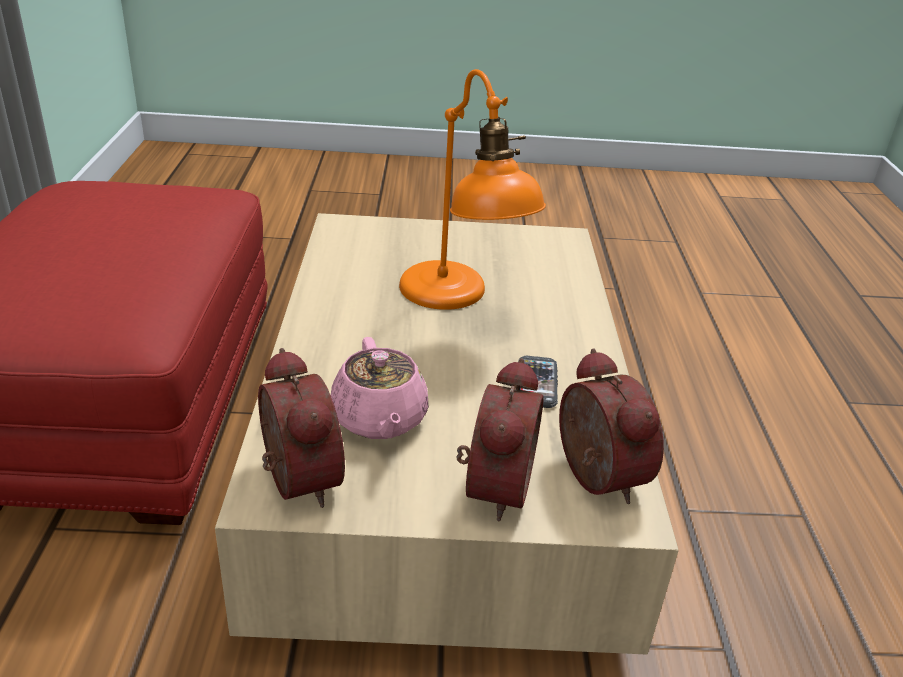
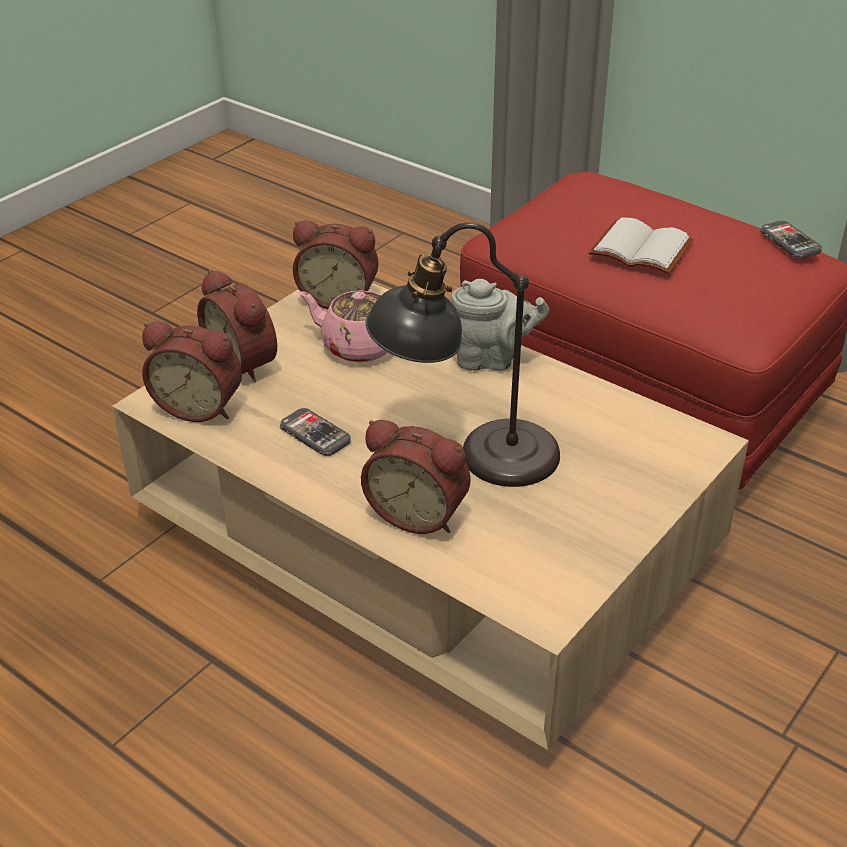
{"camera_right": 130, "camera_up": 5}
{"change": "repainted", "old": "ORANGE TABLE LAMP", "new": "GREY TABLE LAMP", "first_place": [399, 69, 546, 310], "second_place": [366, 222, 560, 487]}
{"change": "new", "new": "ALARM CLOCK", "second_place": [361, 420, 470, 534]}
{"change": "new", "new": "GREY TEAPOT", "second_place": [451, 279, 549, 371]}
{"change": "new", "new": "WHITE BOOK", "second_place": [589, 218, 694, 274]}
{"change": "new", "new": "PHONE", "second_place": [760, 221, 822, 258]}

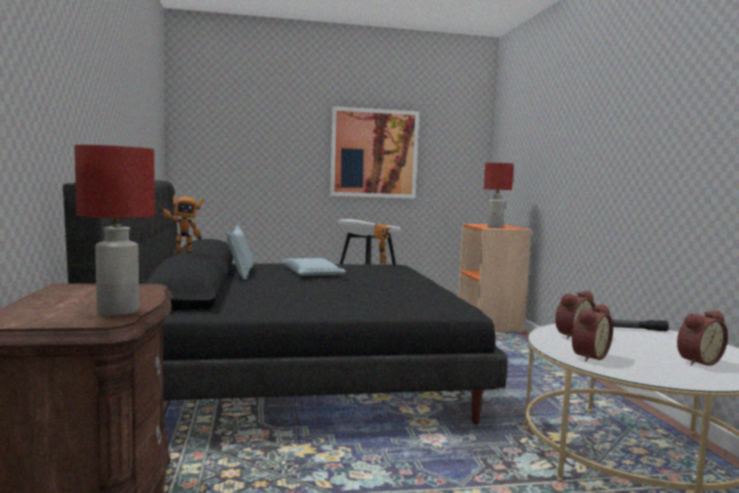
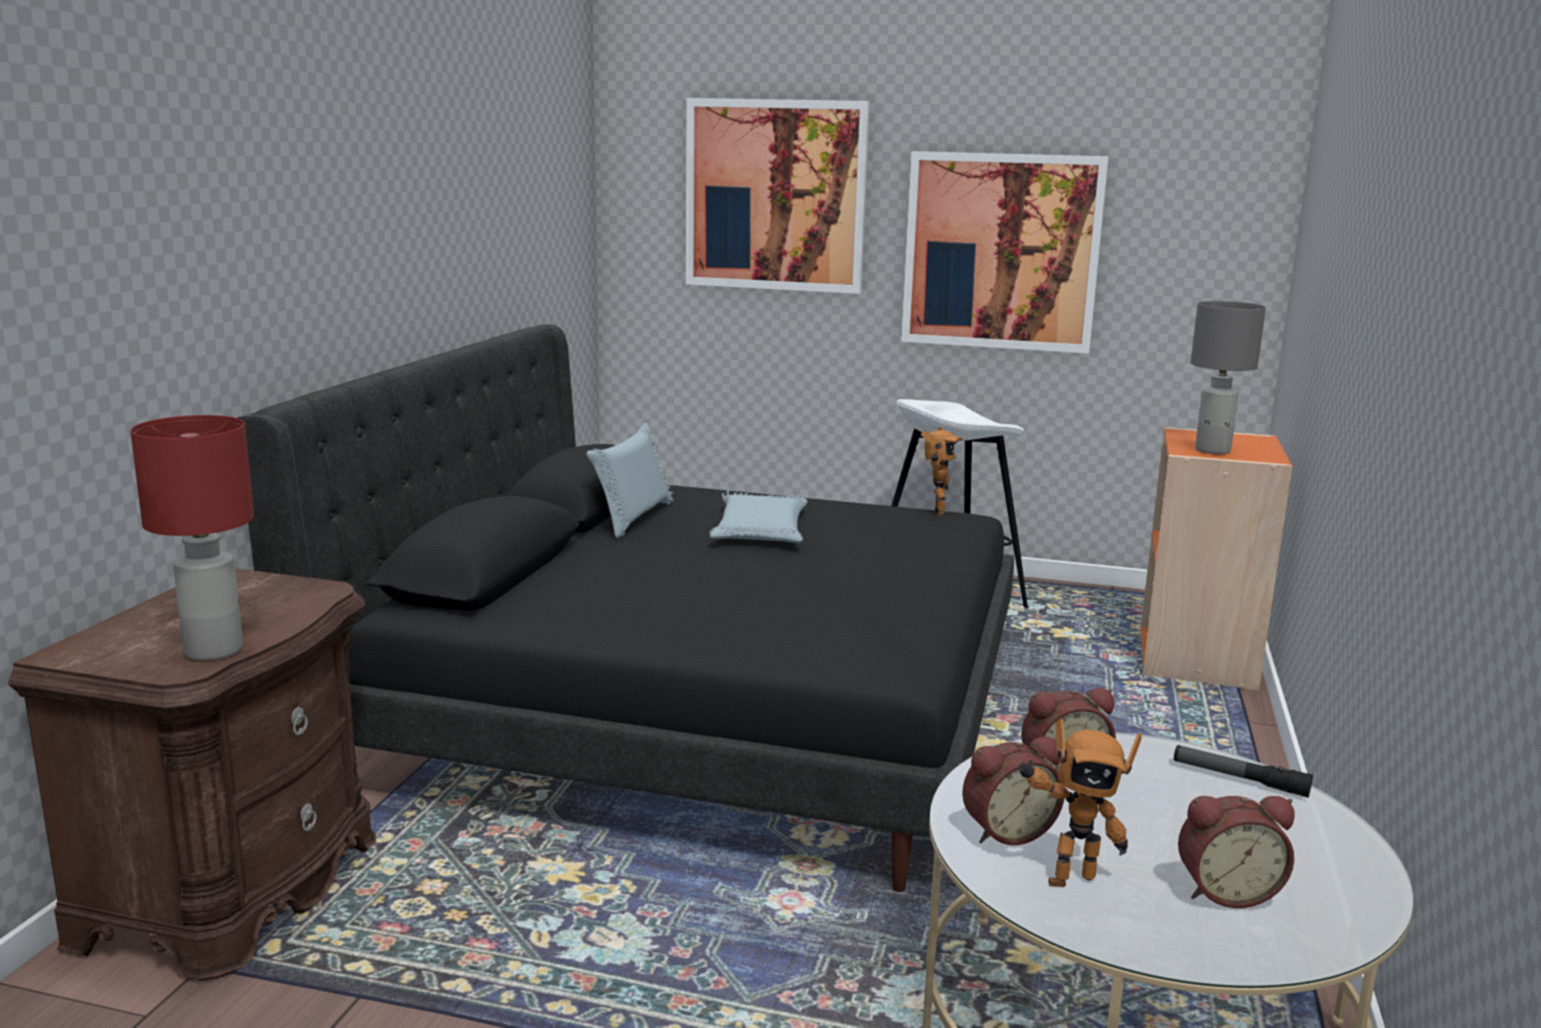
{"camera_right": 25, "camera_up": 10}
{"change": "shifted", "old": "TOY ROBOT", "first_place": [158, 195, 204, 254], "second_place": [1016, 718, 1142, 887]}
{"change": "repainted", "old": "RED TABLE LAMP", "new": "GREY TABLE LAMP", "first_place": [484, 163, 514, 228], "second_place": [1191, 301, 1266, 454]}
{"change": "new", "new": "PICTURE", "second_place": [686, 98, 870, 294]}

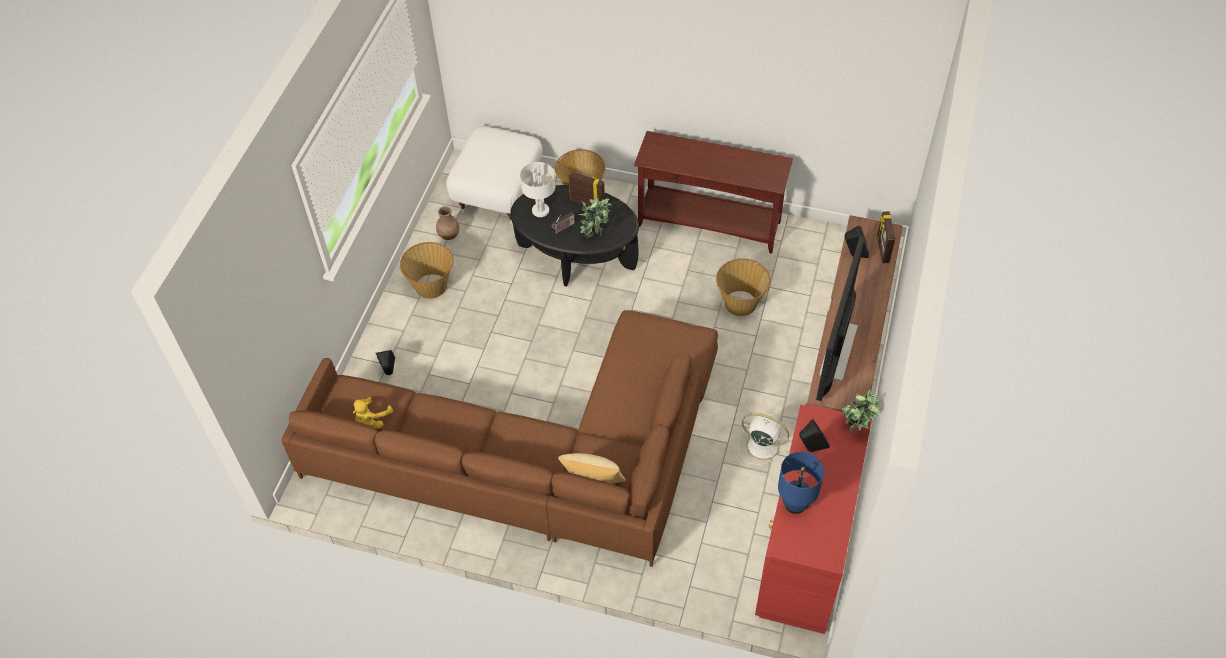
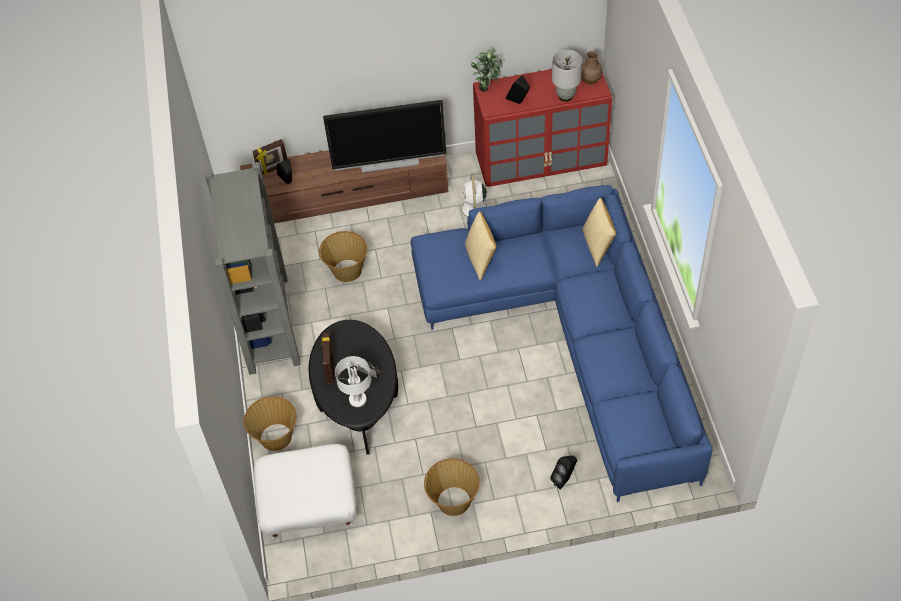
{"camera_right": -115, "camera_up": 0}
{"change": "repainted", "old": "BROWN SOFA", "new": "BLUE SOFA", "first_place": [281, 310, 718, 567], "second_place": [411, 185, 713, 502]}
{"change": "gone", "old": "YELLOW PLUSH TOY", "first_place": [353, 397, 393, 429]}
{"change": "shifted", "old": "BROWN VASE", "first_place": [436, 206, 460, 240], "second_place": [581, 51, 602, 84]}
{"change": "gone", "old": "POTTED PLANT", "first_place": [579, 198, 612, 239]}
{"change": "swapped", "old": "BROWN CONSOLE TABLE", "new": "GREY BOOKCASE", "first_place": [634, 131, 793, 254], "second_place": [205, 162, 301, 375]}
{"change": "repainted", "old": "BLUE TABLE LAMP", "new": "WHITE TABLE LAMP", "first_place": [778, 452, 824, 514], "second_place": [552, 50, 582, 102]}
{"change": "new", "new": "PILLOW", "second_place": [465, 212, 497, 281]}

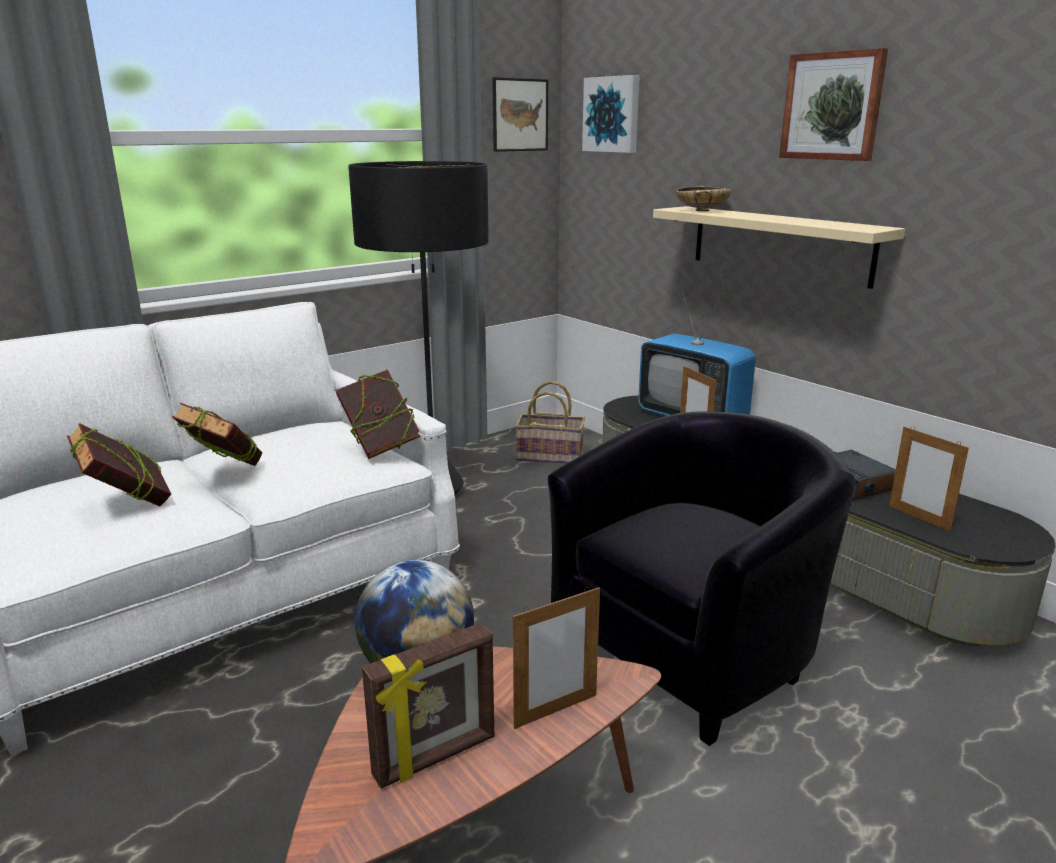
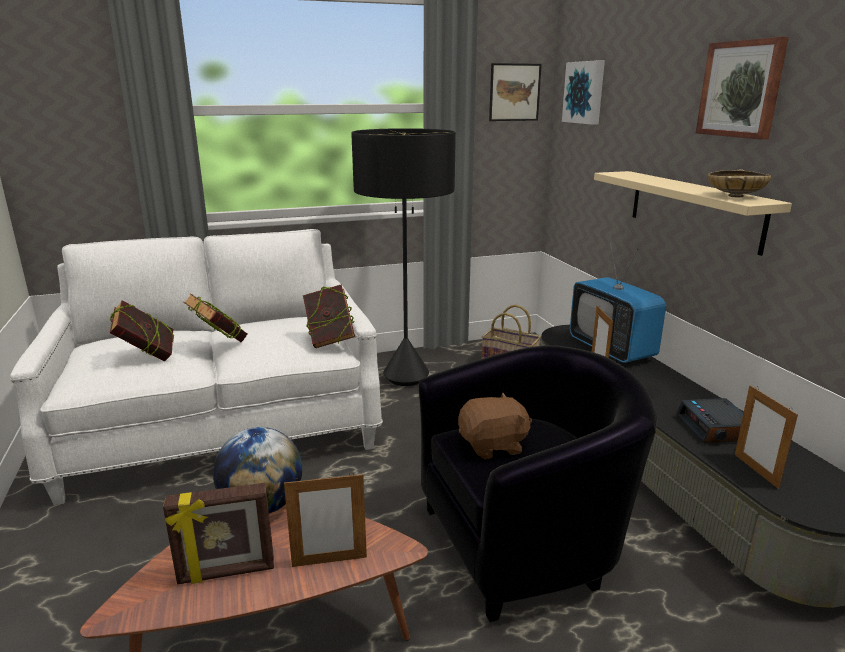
{"camera_right": 20, "camera_up": 0}
{"change": "shifted", "old": "BEIGE BOWL", "first_place": [676, 186, 731, 212], "second_place": [708, 169, 771, 197]}
{"change": "new", "new": "BROWN PLUSH TOY", "second_place": [458, 393, 532, 459]}

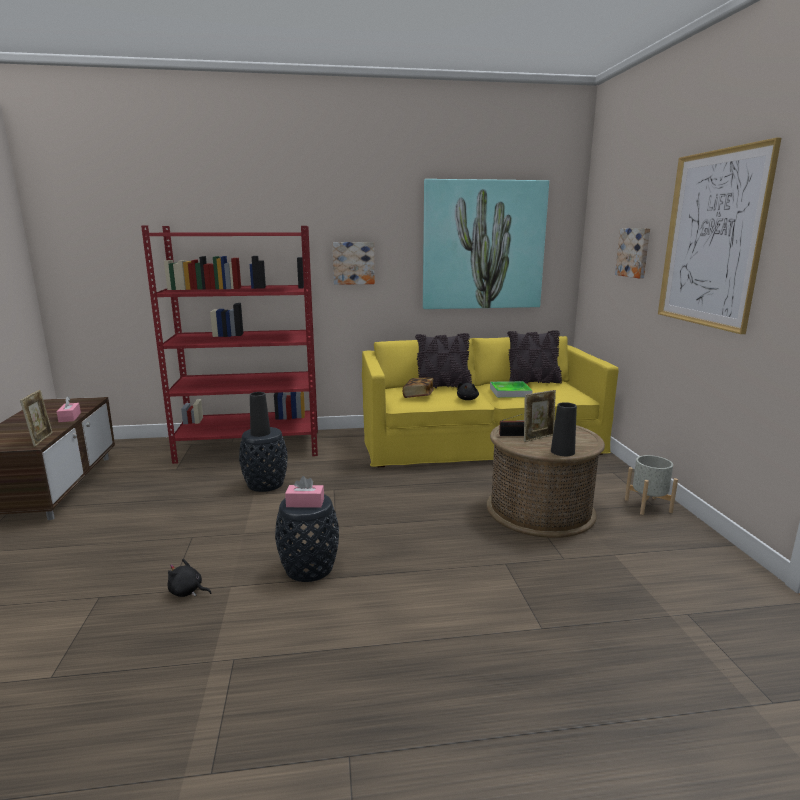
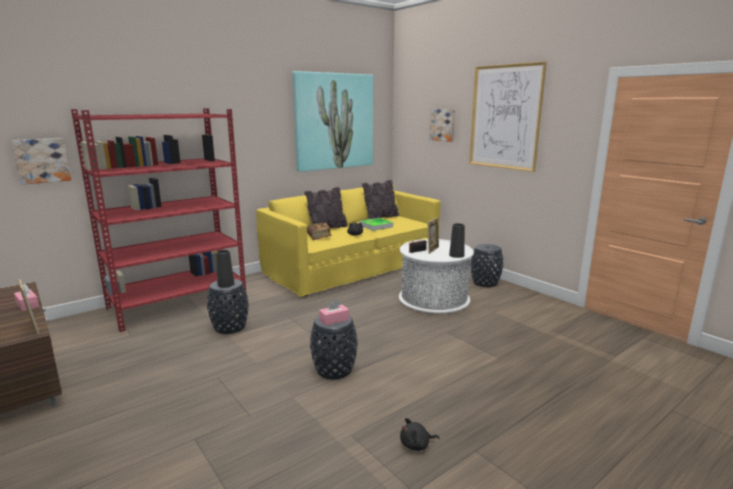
{"camera_right": -30, "camera_up": 0}
{"change": "shifted", "old": "BLACK PLUSH TOY", "first_place": [167, 559, 211, 597], "second_place": [400, 418, 439, 451]}
{"change": "shifted", "old": "PICTURE", "first_place": [332, 242, 375, 285], "second_place": [11, 138, 71, 185]}
{"change": "repainted", "old": "BROWN COFFEE TABLE", "new": "WHITE COFFEE TABLE", "first_place": [487, 420, 605, 538], "second_place": [399, 239, 474, 314]}
{"change": "swapped", "old": "GREY PLANTER", "new": "BLACK STOOL", "first_place": [625, 455, 678, 515], "second_place": [471, 244, 503, 287]}

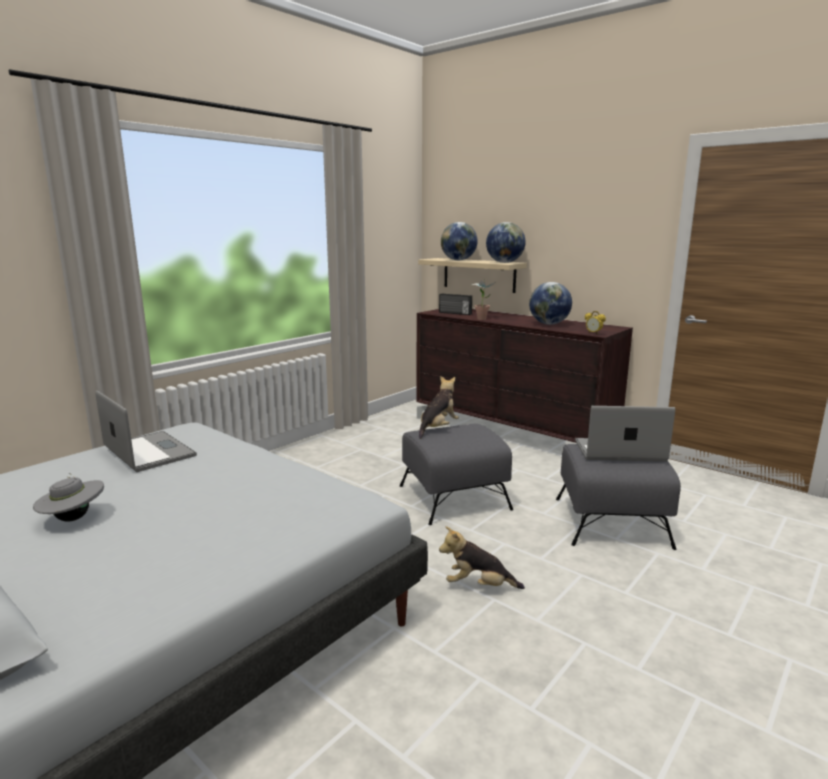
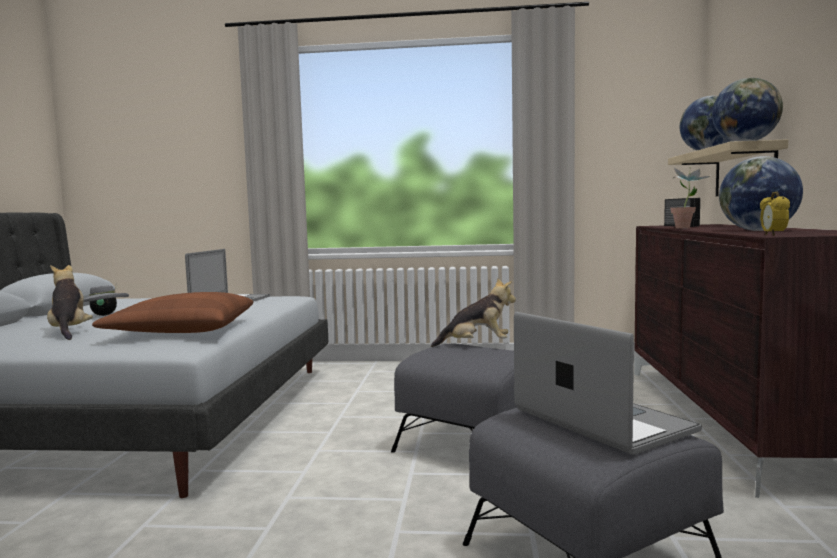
{"camera_right": 55, "camera_up": -10}
{"change": "shifted", "old": "PLUSH TOY", "first_place": [439, 526, 525, 589], "second_place": [47, 265, 93, 340]}
{"change": "new", "new": "BROWN PILLOW", "second_place": [92, 292, 253, 333]}

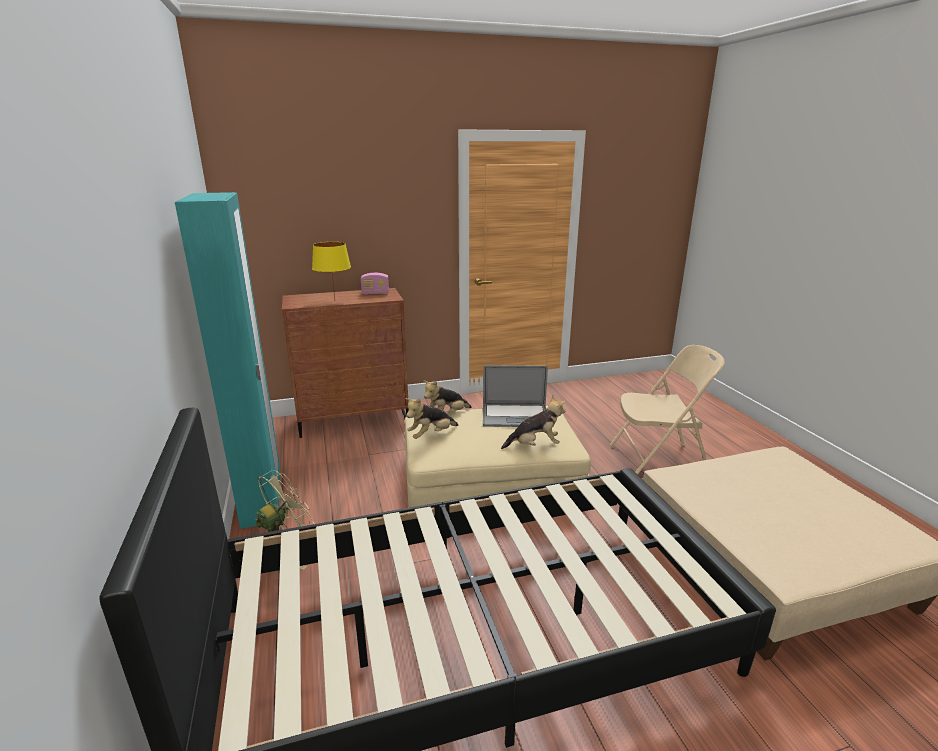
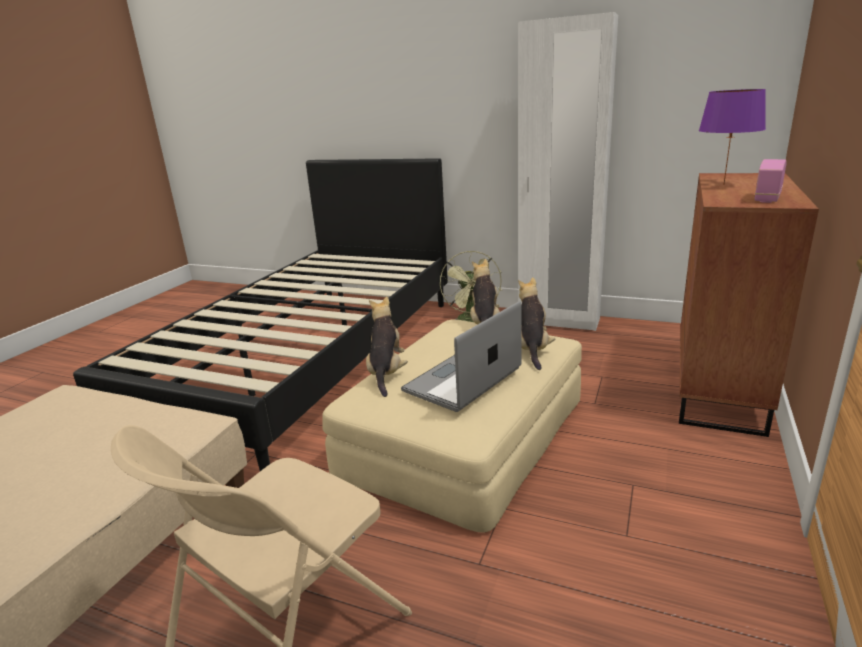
{"camera_right": 130, "camera_up": 0}
{"change": "repainted", "old": "TURQUOISE WARDROBE", "new": "WHITE WARDROBE", "first_place": [175, 192, 280, 529], "second_place": [518, 12, 618, 331]}
{"change": "repainted", "old": "YELLOW TABLE LAMP", "new": "PURPLE TABLE LAMP", "first_place": [312, 242, 351, 299], "second_place": [699, 89, 766, 185]}
{"change": "rotated", "old": "PLUSH TOY", "first_place": [501, 395, 565, 449], "second_place": [366, 297, 408, 397], "degrees": 150}

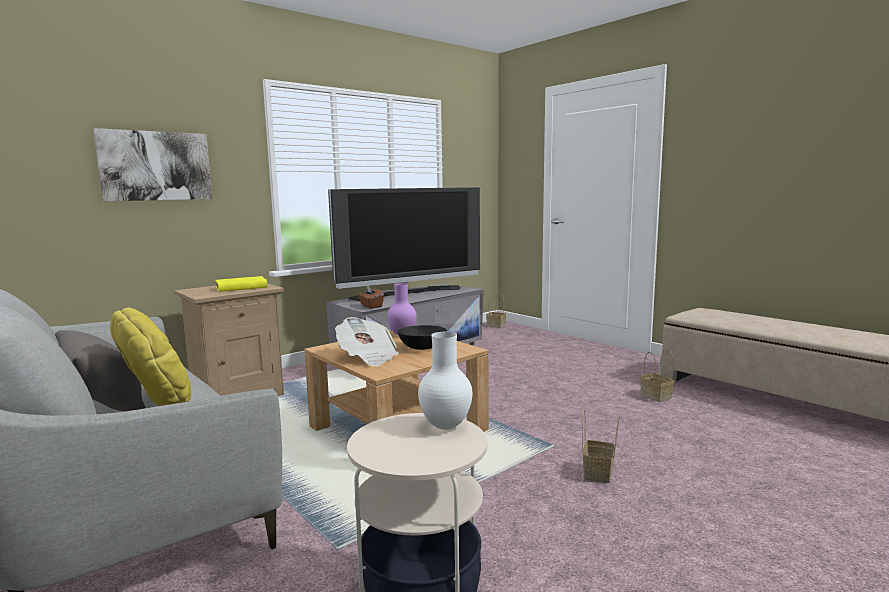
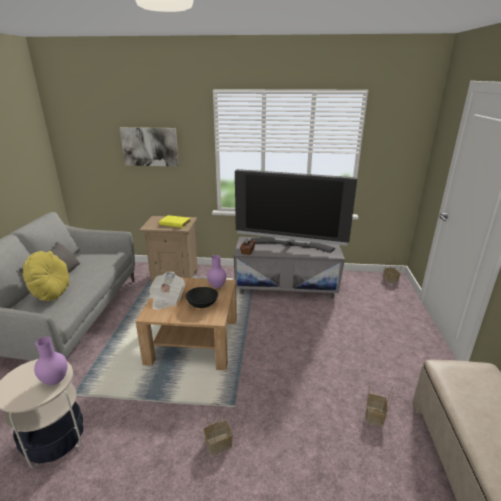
{"camera_right": 45, "camera_up": 15}
{"change": "repainted", "old": "WHITE VASE", "new": "PURPLE VASE", "first_place": [418, 332, 472, 430], "second_place": [34, 336, 68, 385]}

